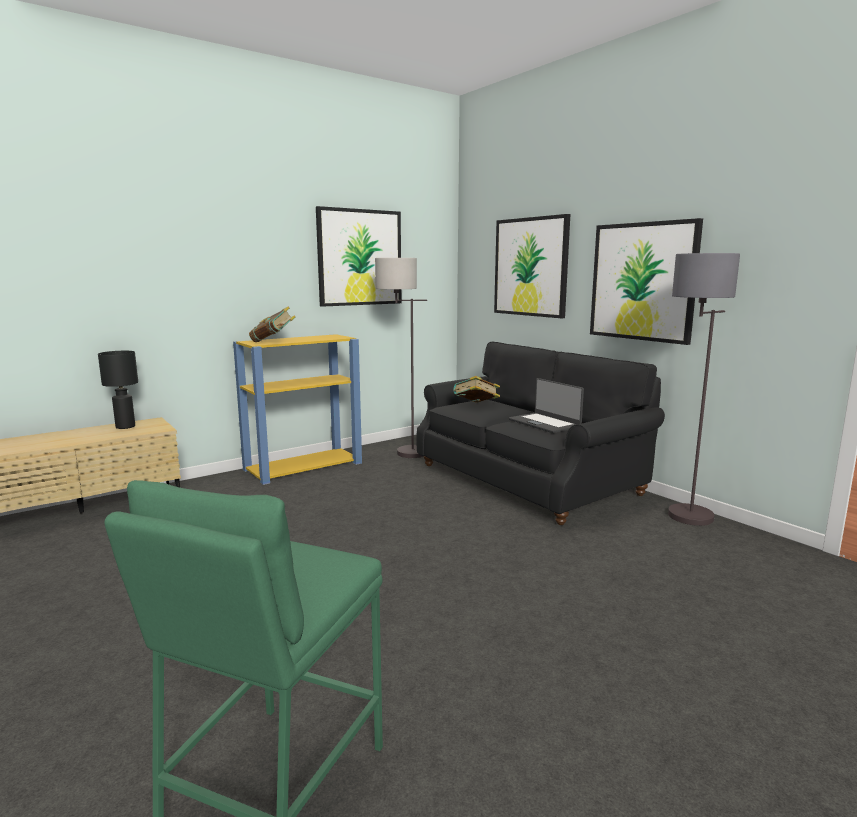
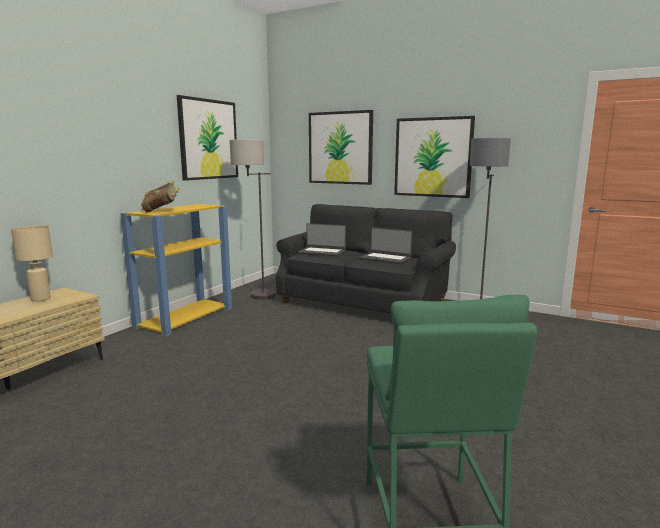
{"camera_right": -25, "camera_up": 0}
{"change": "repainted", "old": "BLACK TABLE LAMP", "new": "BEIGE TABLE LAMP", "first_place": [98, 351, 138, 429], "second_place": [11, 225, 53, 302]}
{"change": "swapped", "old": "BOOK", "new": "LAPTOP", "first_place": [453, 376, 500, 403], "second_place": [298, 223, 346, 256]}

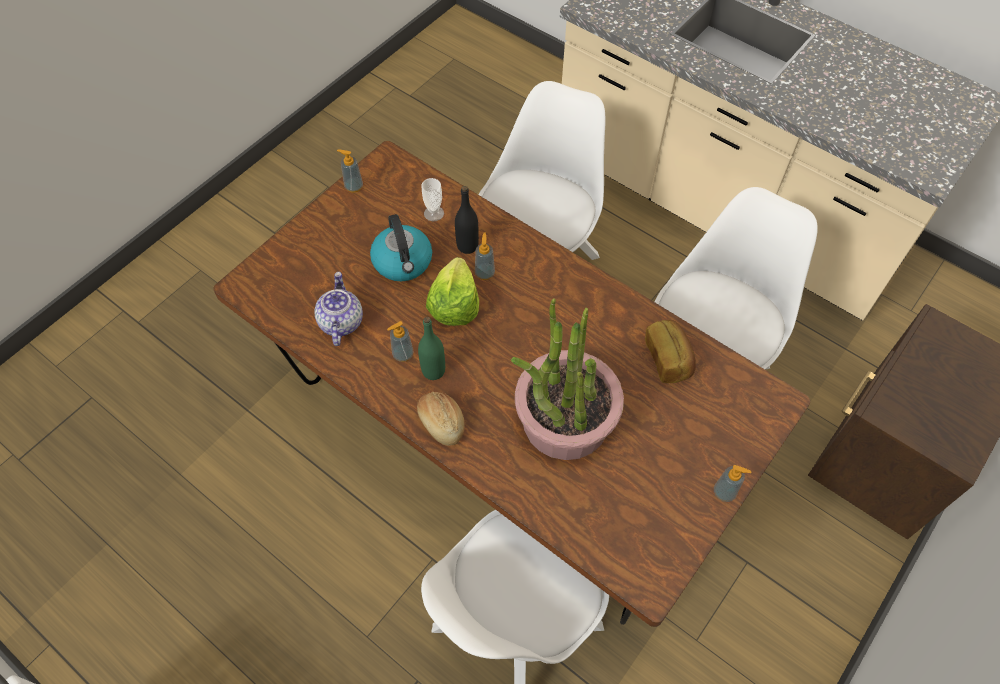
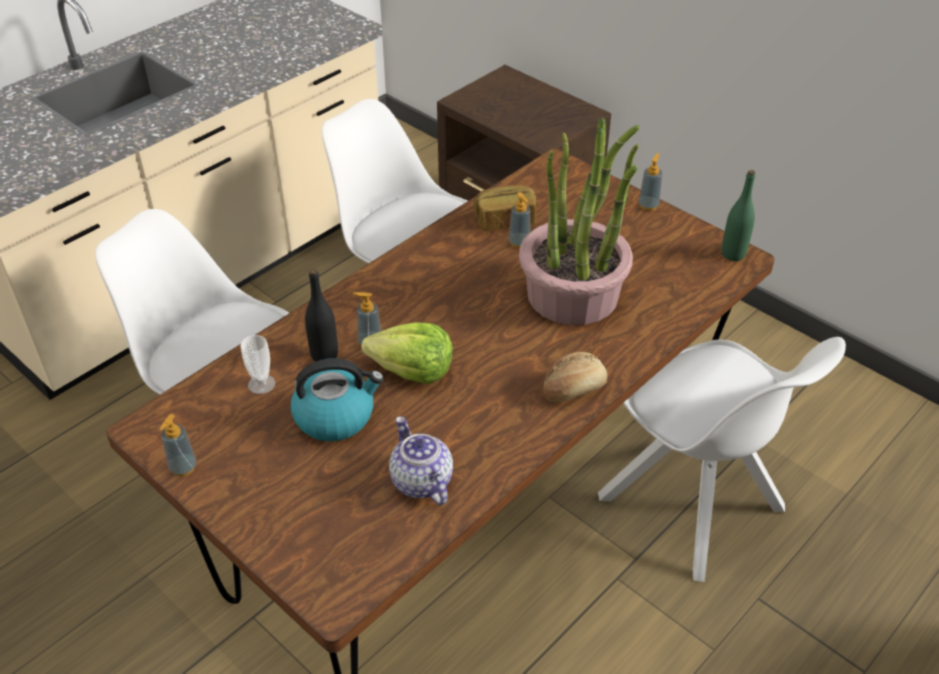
{"camera_right": -85, "camera_up": -15}
{"change": "rotated", "old": "TEAPOT", "first_place": [314, 272, 363, 346], "second_place": [389, 416, 453, 505], "degrees": 60}
{"change": "shifted", "old": "SOAP DISPENSER", "first_place": [387, 321, 413, 362], "second_place": [508, 192, 531, 248]}
{"change": "shifted", "old": "GREEN BOTTLE", "first_place": [418, 317, 445, 380], "second_place": [721, 170, 755, 261]}

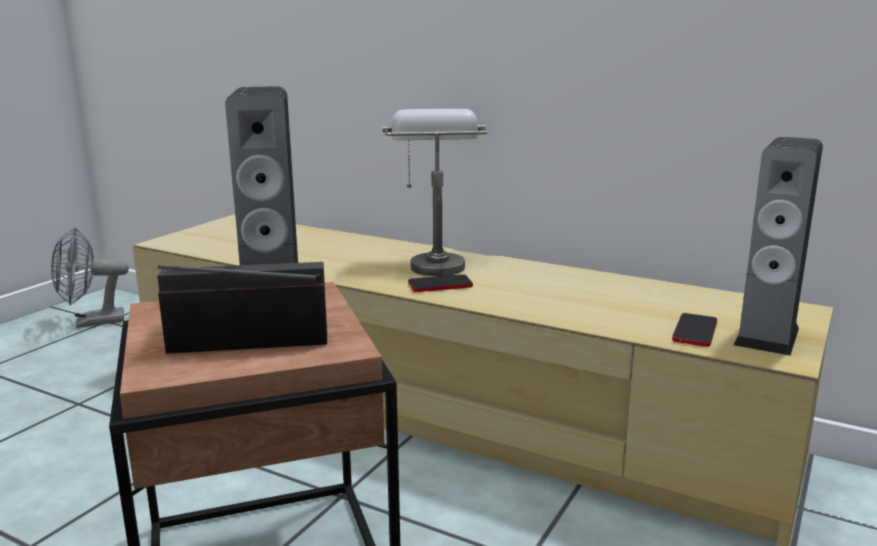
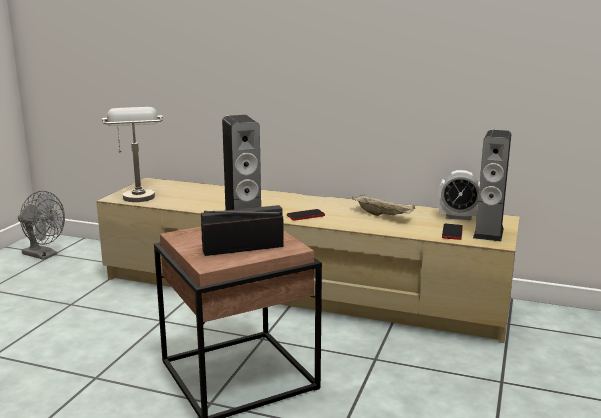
{"camera_right": -10, "camera_up": 0}
{"change": "rotated", "old": "GREY FAN", "first_place": [51, 227, 129, 328], "second_place": [18, 191, 65, 260], "degrees": -120}
{"change": "shifted", "old": "GREY TABLE LAMP", "first_place": [383, 109, 488, 276], "second_place": [102, 107, 163, 202]}
{"change": "new", "new": "BEIGE TRAY", "second_place": [352, 194, 415, 216]}
{"change": "new", "new": "ALARM CLOCK", "second_place": [438, 170, 480, 220]}

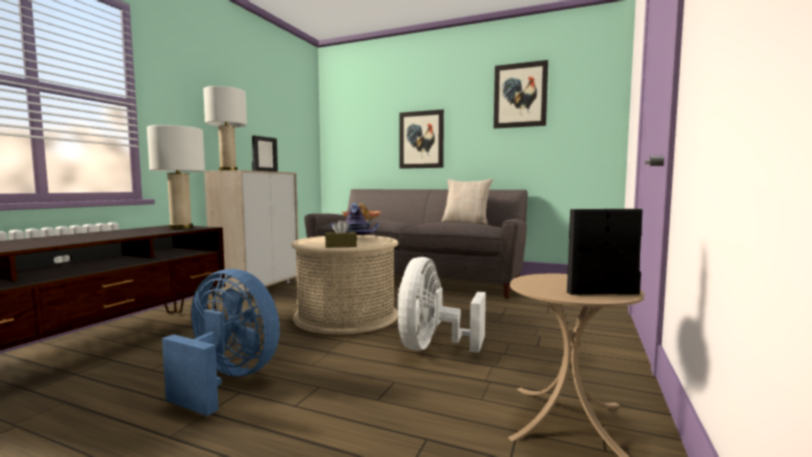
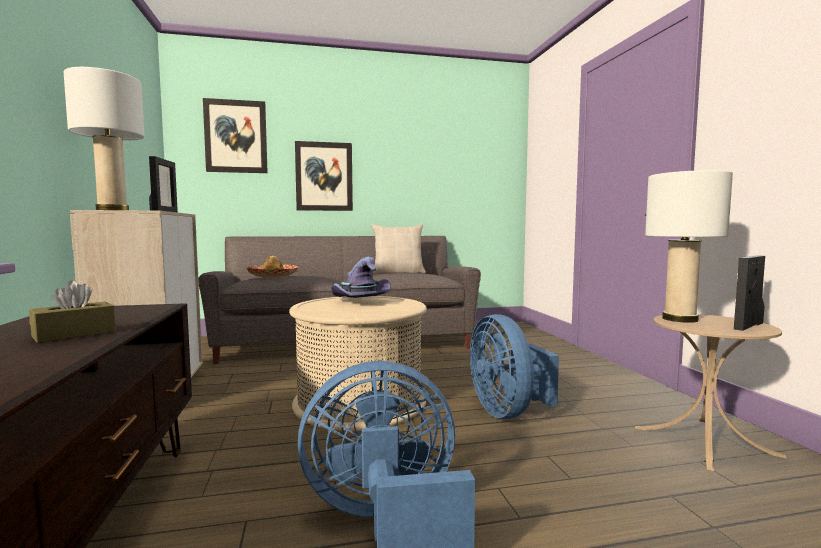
{"camera_right": -35, "camera_up": 0}
{"change": "shifted", "old": "WHITE TABLE LAMP", "first_place": [147, 125, 205, 229], "second_place": [645, 170, 733, 323]}
{"change": "shifted", "old": "BROWN TISSUE BOX", "first_place": [325, 220, 357, 248], "second_place": [29, 280, 116, 343]}
{"change": "repainted", "old": "WHITE FAN", "new": "BLUE FAN", "first_place": [398, 257, 486, 353], "second_place": [470, 314, 559, 419]}
{"change": "shifted", "old": "PICTURE", "first_place": [494, 60, 548, 129], "second_place": [203, 98, 268, 173]}

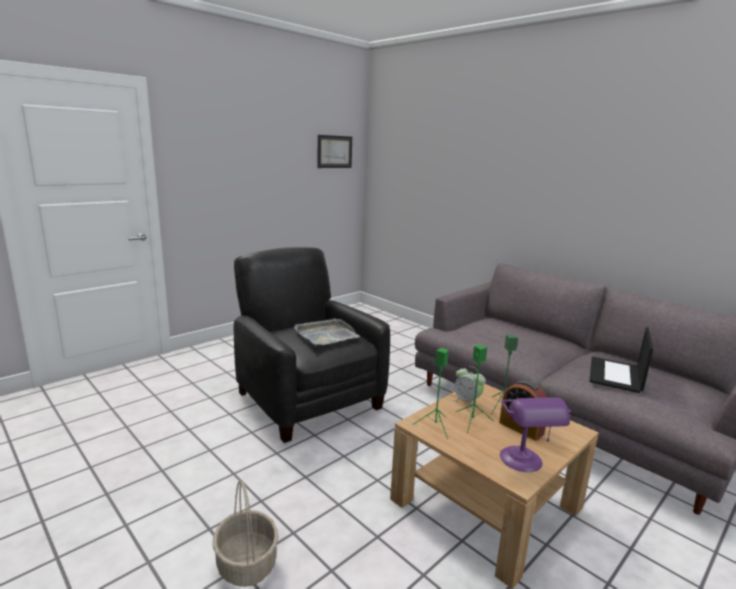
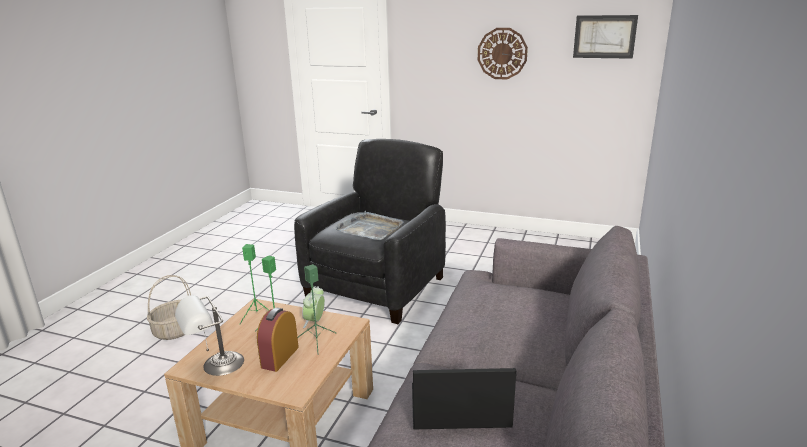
{"camera_right": 65, "camera_up": 5}
{"change": "repainted", "old": "PURPLE TABLE LAMP", "new": "WHITE TABLE LAMP", "first_place": [500, 398, 571, 472], "second_place": [175, 295, 244, 376]}
{"change": "new", "new": "WALL CLOCK", "second_place": [478, 28, 528, 80]}

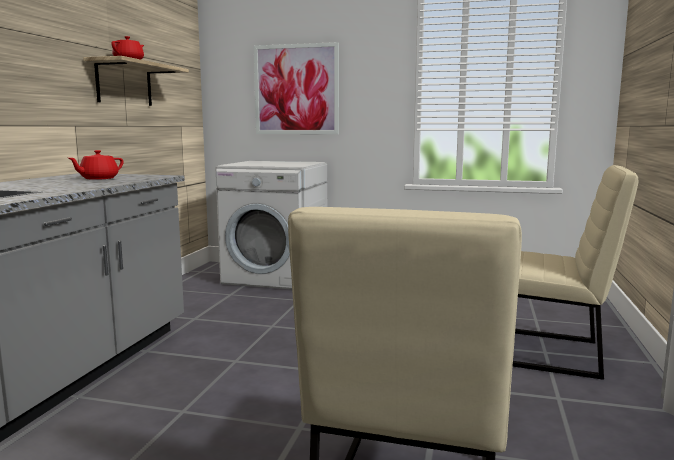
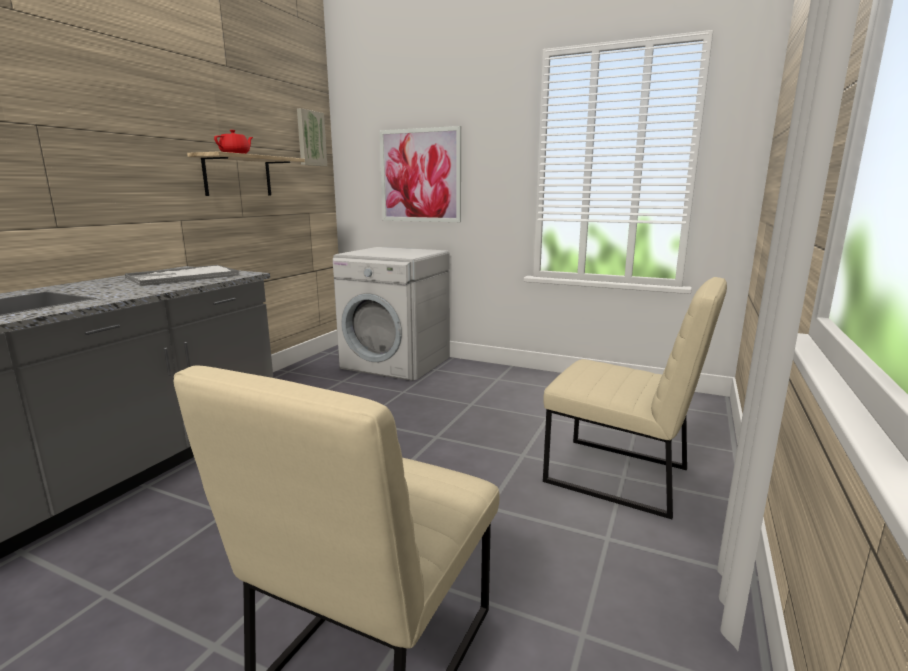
{"camera_right": 10, "camera_up": 5}
{"change": "swapped", "old": "RED TEAPOT", "new": "TRAY", "first_place": [69, 150, 123, 180], "second_place": [125, 265, 239, 286]}
{"change": "new", "new": "PICTURE", "second_place": [297, 108, 327, 166]}

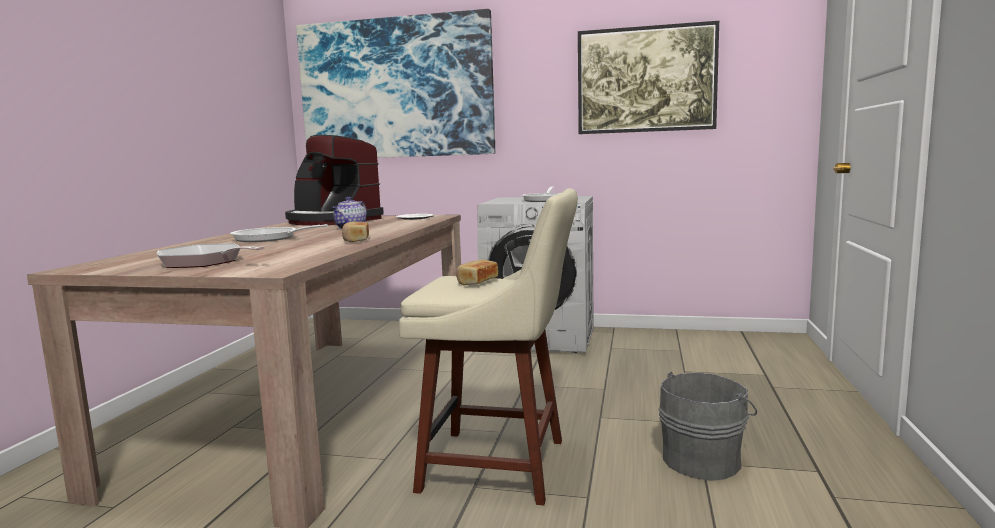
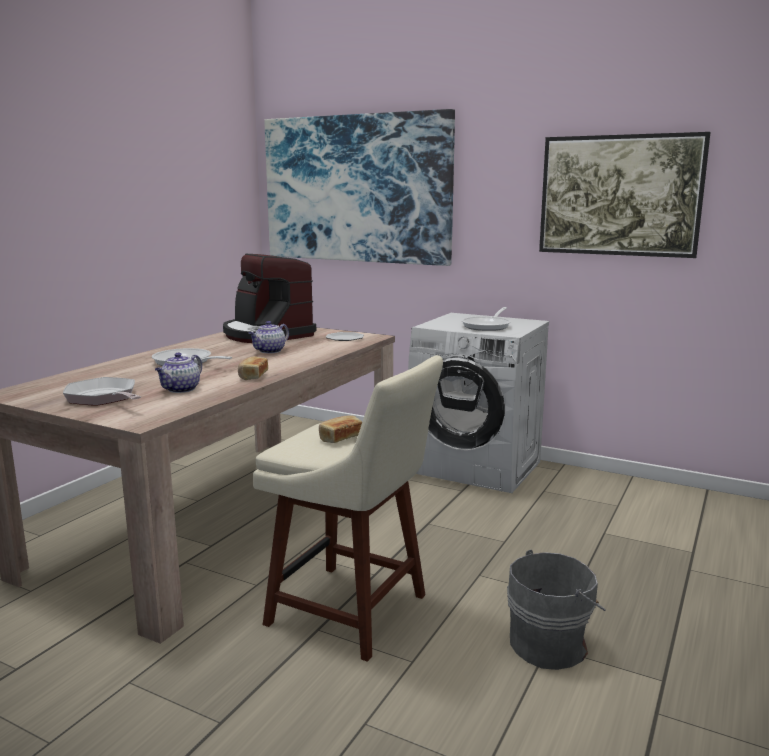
{"camera_right": 15, "camera_up": 5}
{"change": "new", "new": "TEAPOT", "second_place": [155, 353, 202, 393]}

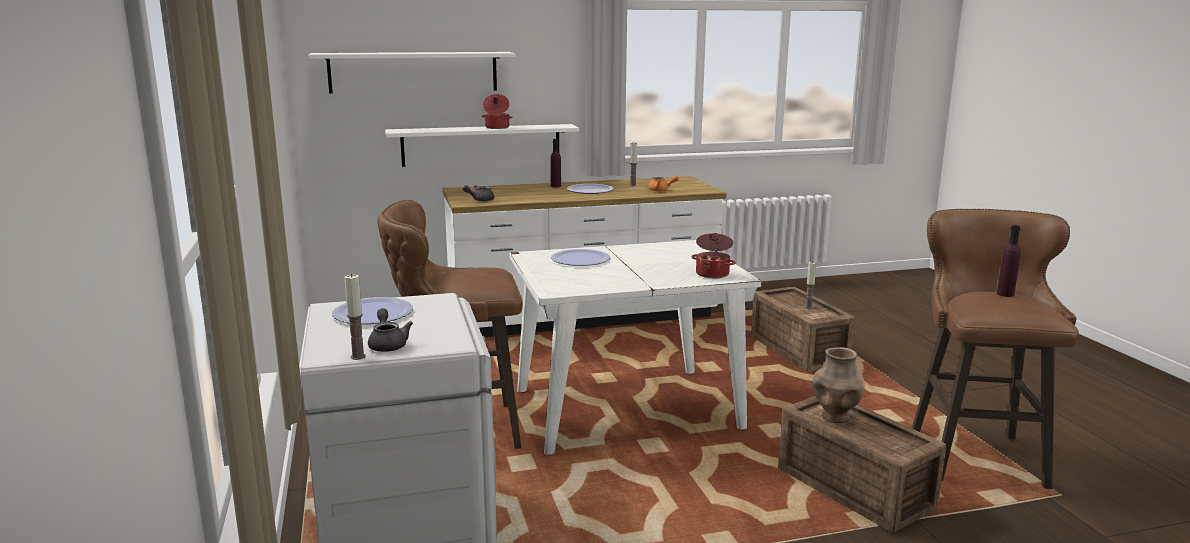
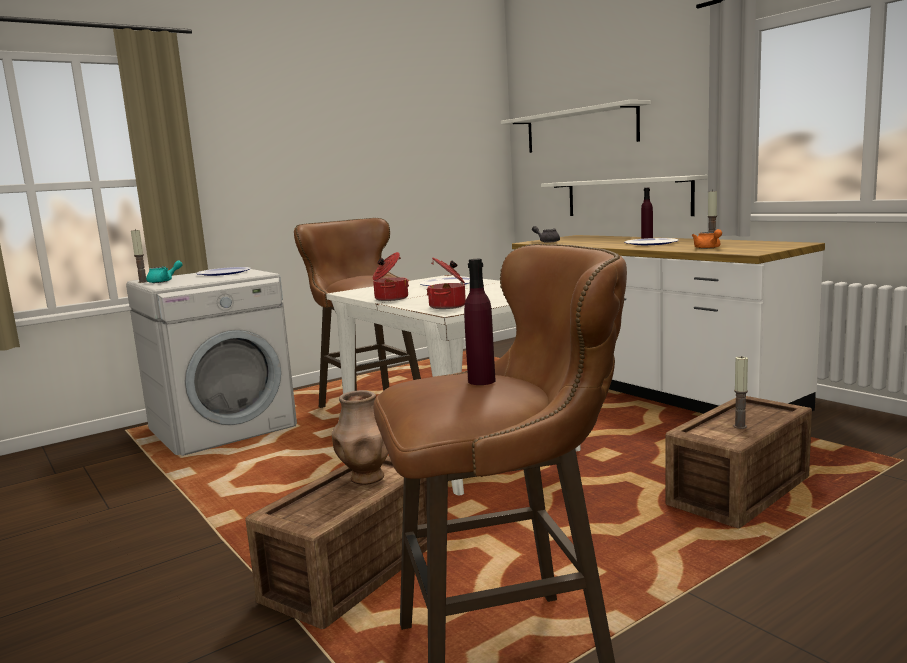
{"camera_right": 70, "camera_up": -5}
{"change": "repainted", "old": "GREY TEAPOT", "new": "TURQUOISE TEAPOT", "first_place": [368, 308, 413, 352], "second_place": [146, 260, 183, 283]}
{"change": "shifted", "old": "COOKING POT", "first_place": [481, 94, 513, 129], "second_place": [373, 252, 409, 301]}

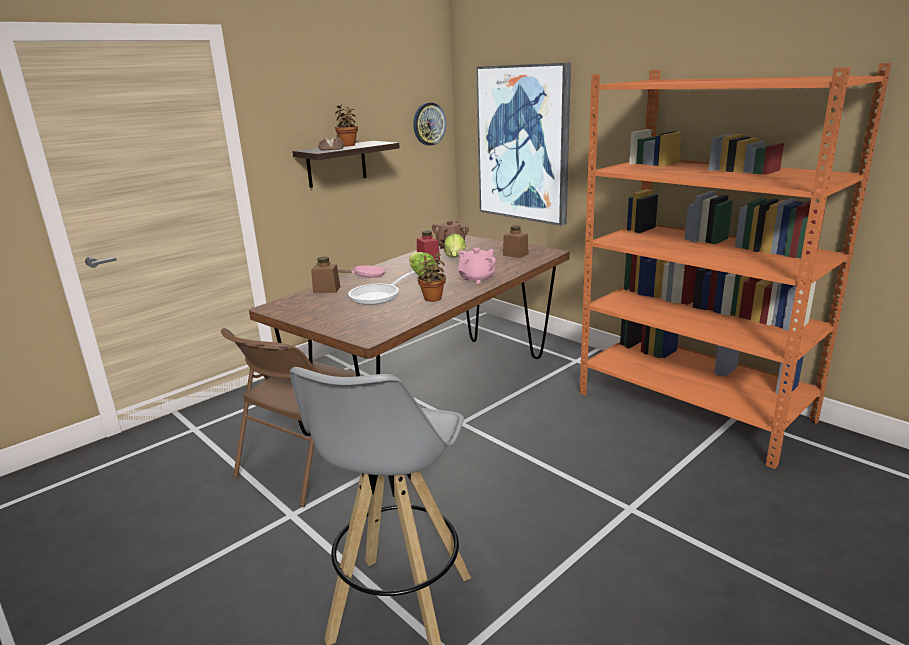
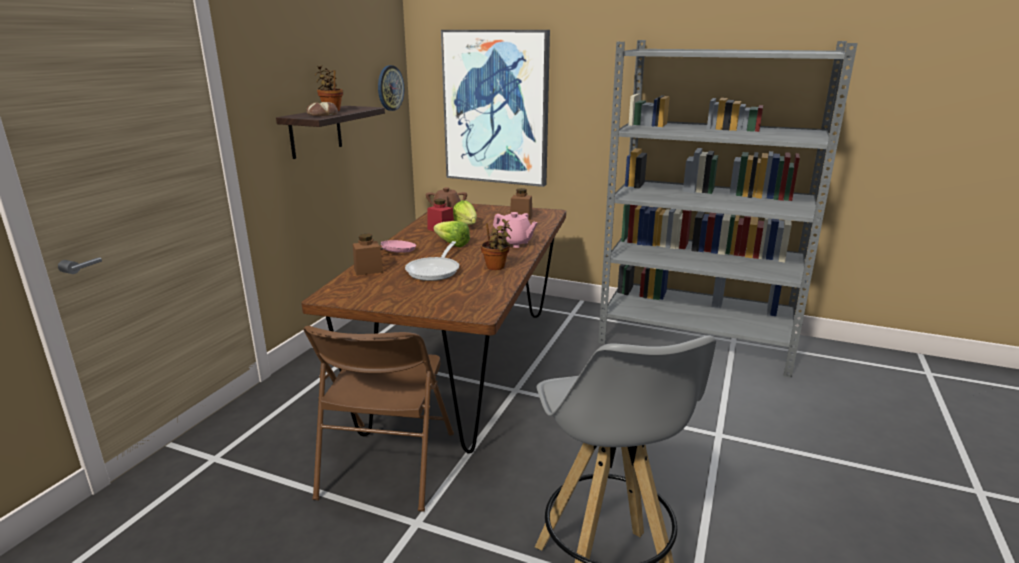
{"camera_right": -25, "camera_up": 0}
{"change": "rotated", "old": "PINK TEAPOT", "first_place": [458, 248, 496, 284], "second_place": [493, 212, 538, 248], "degrees": 105}
{"change": "repainted", "old": "ORANGE BOOKCASE", "new": "GREY BOOKCASE", "first_place": [580, 63, 891, 469], "second_place": [598, 40, 858, 378]}

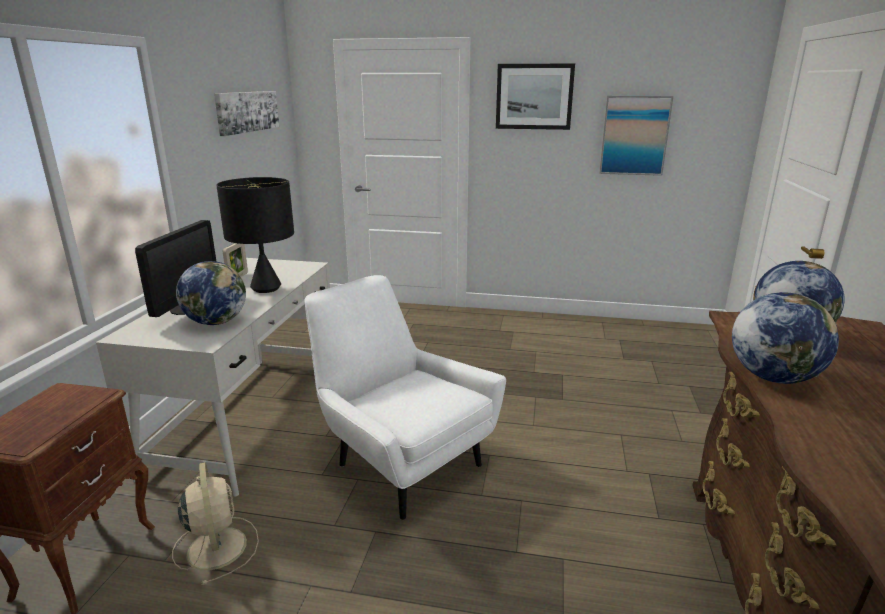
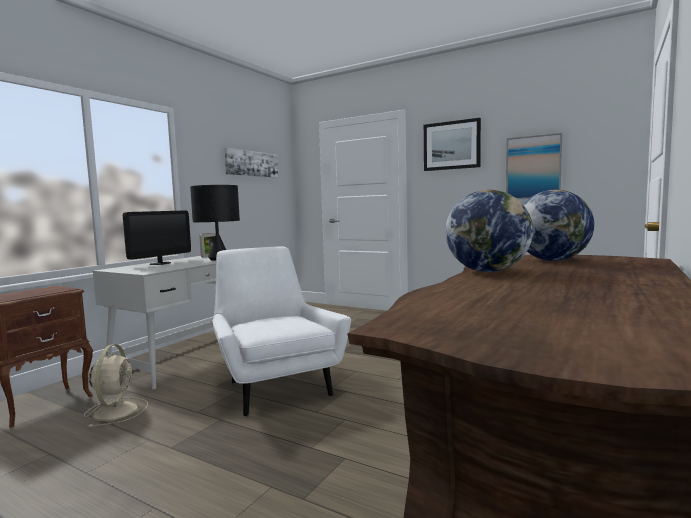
{"camera_right": 20, "camera_up": -15}
{"change": "gone", "old": "GLOBE", "first_place": [176, 261, 246, 325]}

